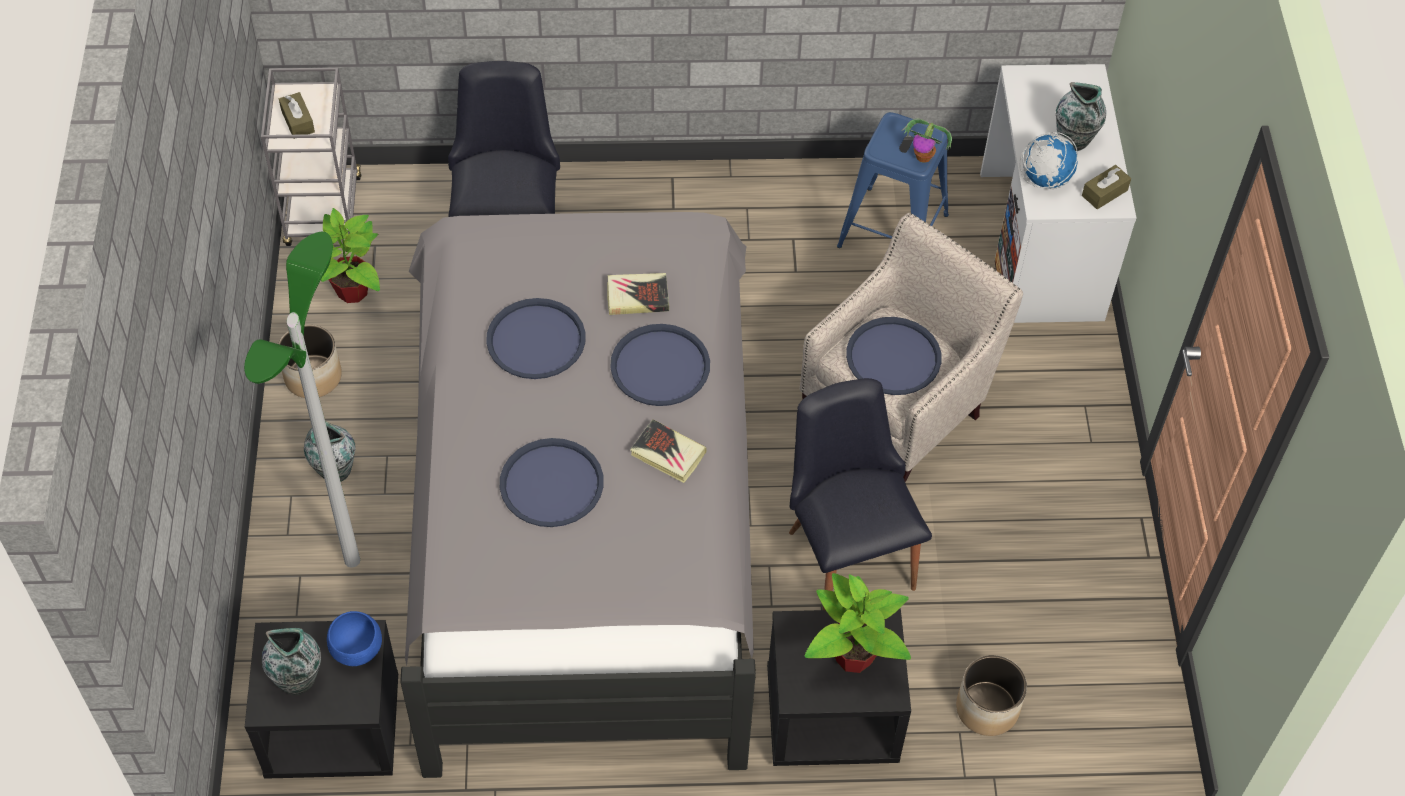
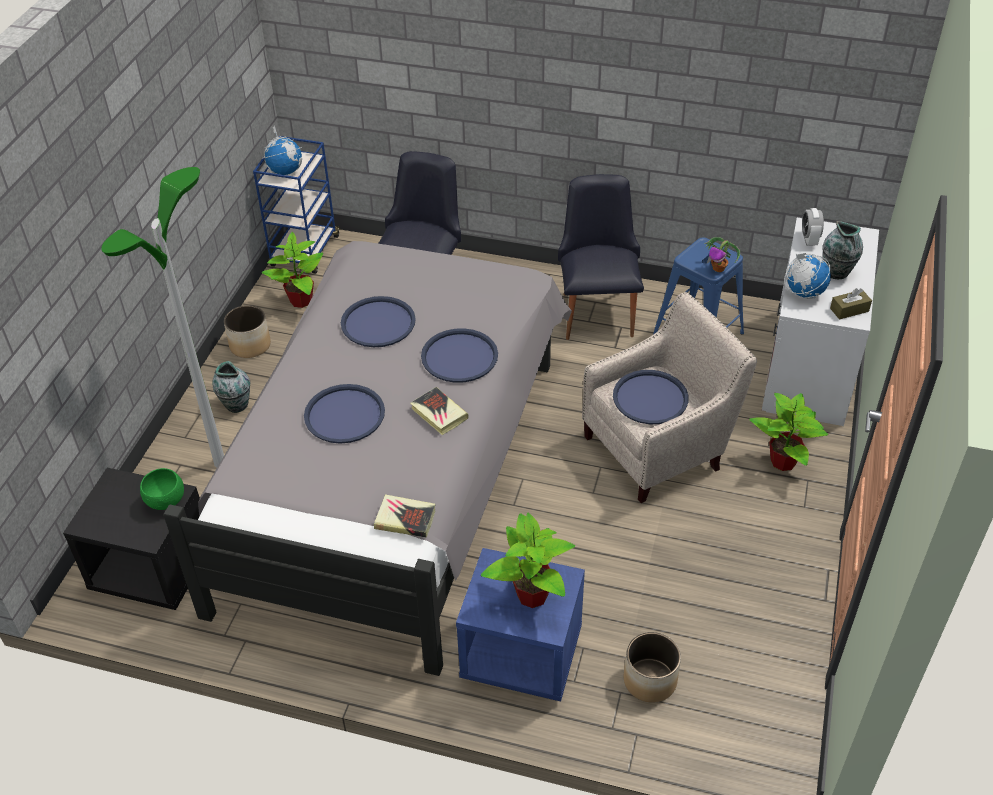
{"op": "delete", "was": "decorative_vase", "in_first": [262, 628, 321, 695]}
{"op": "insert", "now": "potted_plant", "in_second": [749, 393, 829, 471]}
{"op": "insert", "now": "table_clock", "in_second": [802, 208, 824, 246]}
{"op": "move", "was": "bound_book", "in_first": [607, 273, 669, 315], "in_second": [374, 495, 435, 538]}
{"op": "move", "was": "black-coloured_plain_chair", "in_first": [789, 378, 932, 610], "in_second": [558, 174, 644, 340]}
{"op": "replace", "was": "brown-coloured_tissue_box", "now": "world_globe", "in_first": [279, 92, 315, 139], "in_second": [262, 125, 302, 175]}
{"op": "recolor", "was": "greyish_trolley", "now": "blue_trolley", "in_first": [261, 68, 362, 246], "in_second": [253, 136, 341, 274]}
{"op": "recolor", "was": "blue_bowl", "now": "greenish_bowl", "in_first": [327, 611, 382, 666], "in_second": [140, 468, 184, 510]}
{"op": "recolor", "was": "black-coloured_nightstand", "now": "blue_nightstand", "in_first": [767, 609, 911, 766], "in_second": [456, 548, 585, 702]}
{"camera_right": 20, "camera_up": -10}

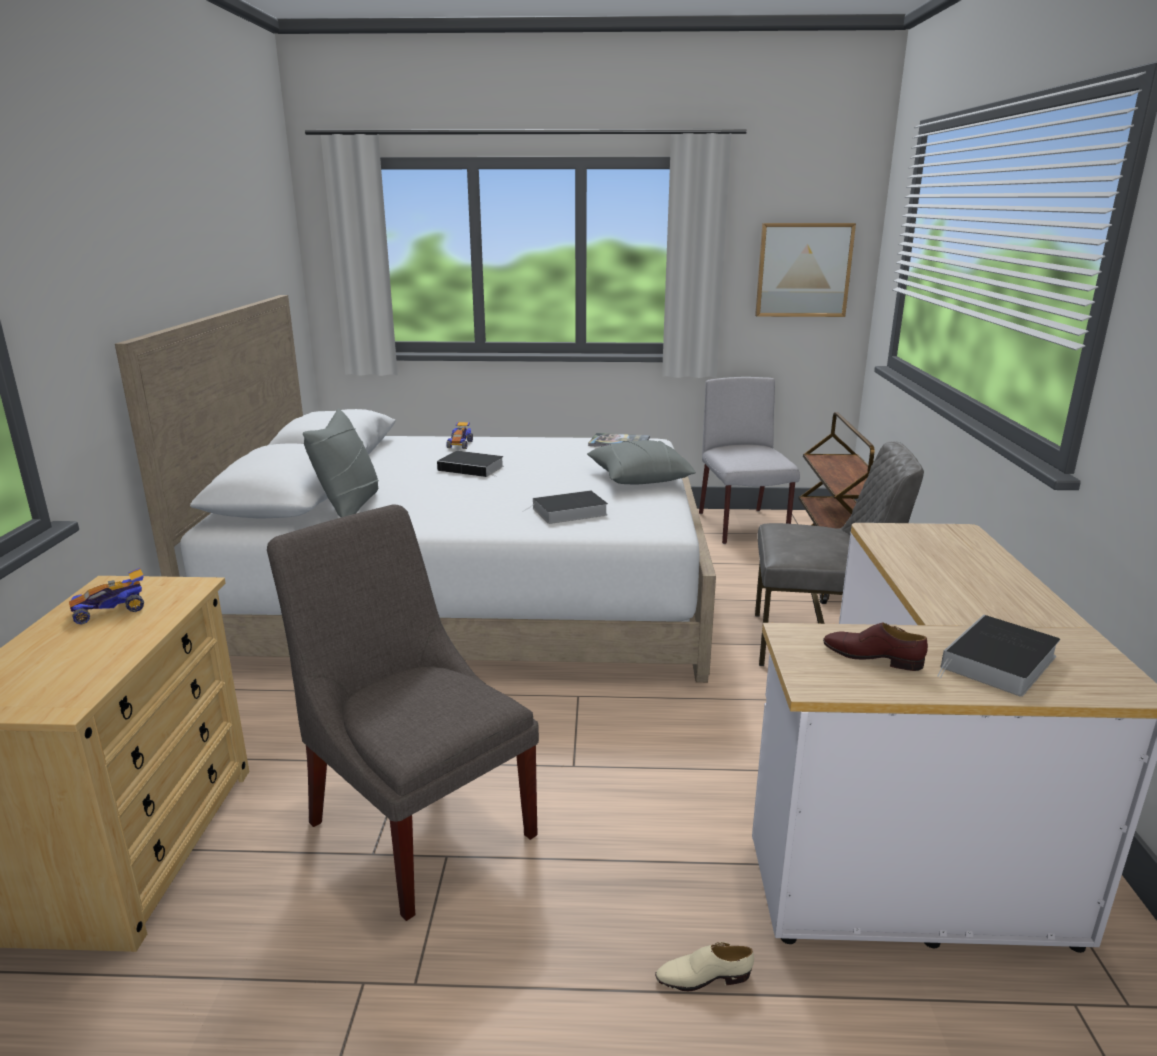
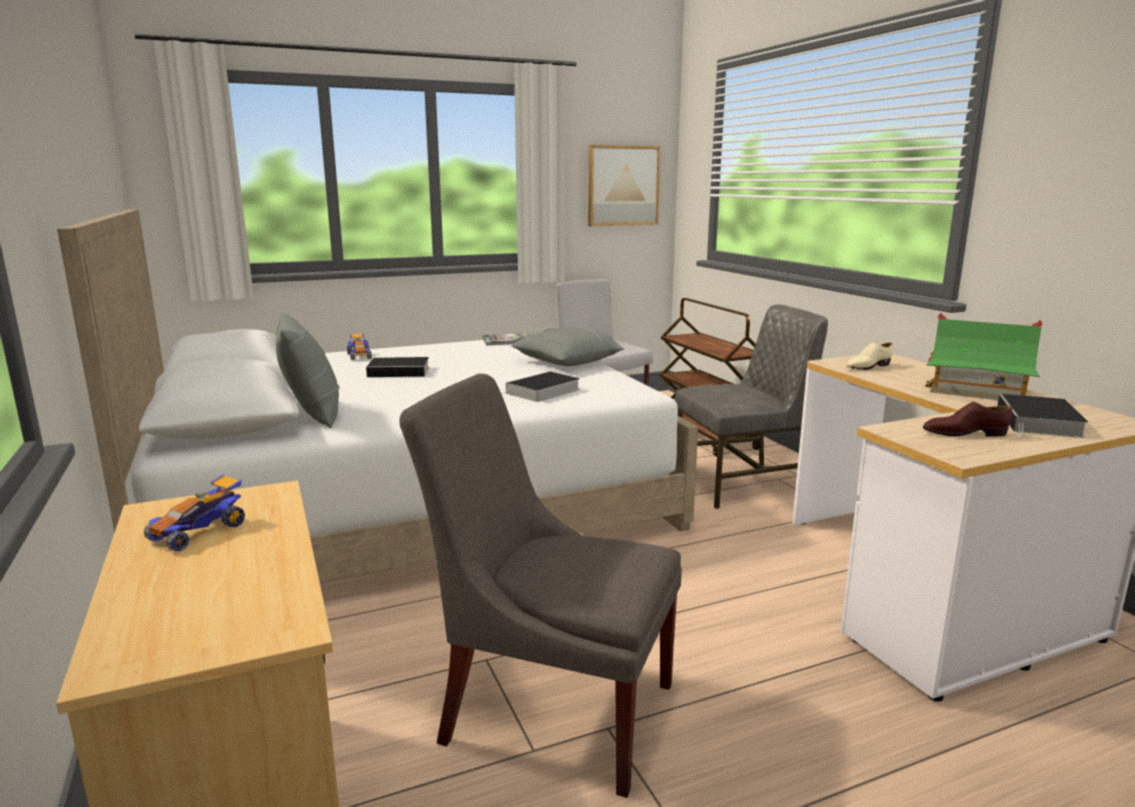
{"op": "insert", "now": "miniature_house", "in_second": [925, 312, 1042, 400]}
{"op": "move", "was": "beige_low_shoe", "in_first": [655, 942, 754, 991], "in_second": [846, 342, 893, 370]}
{"camera_right": -25, "camera_up": -5}

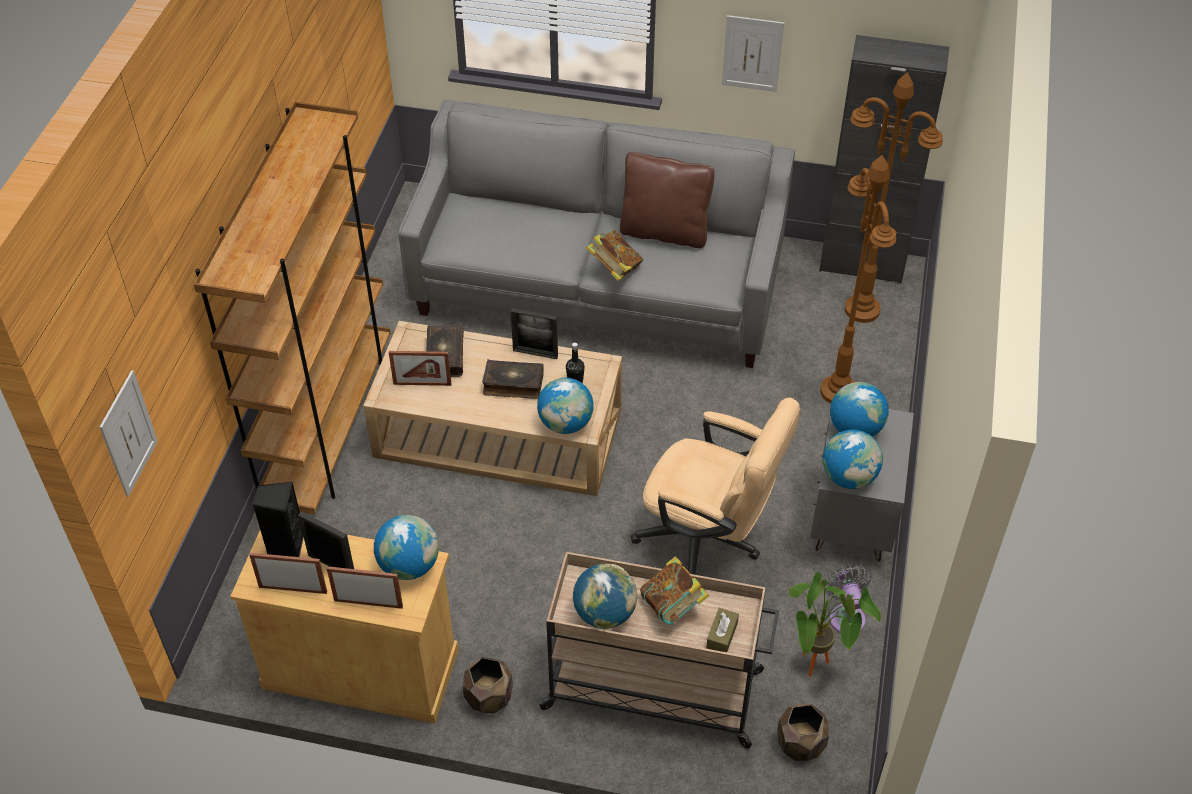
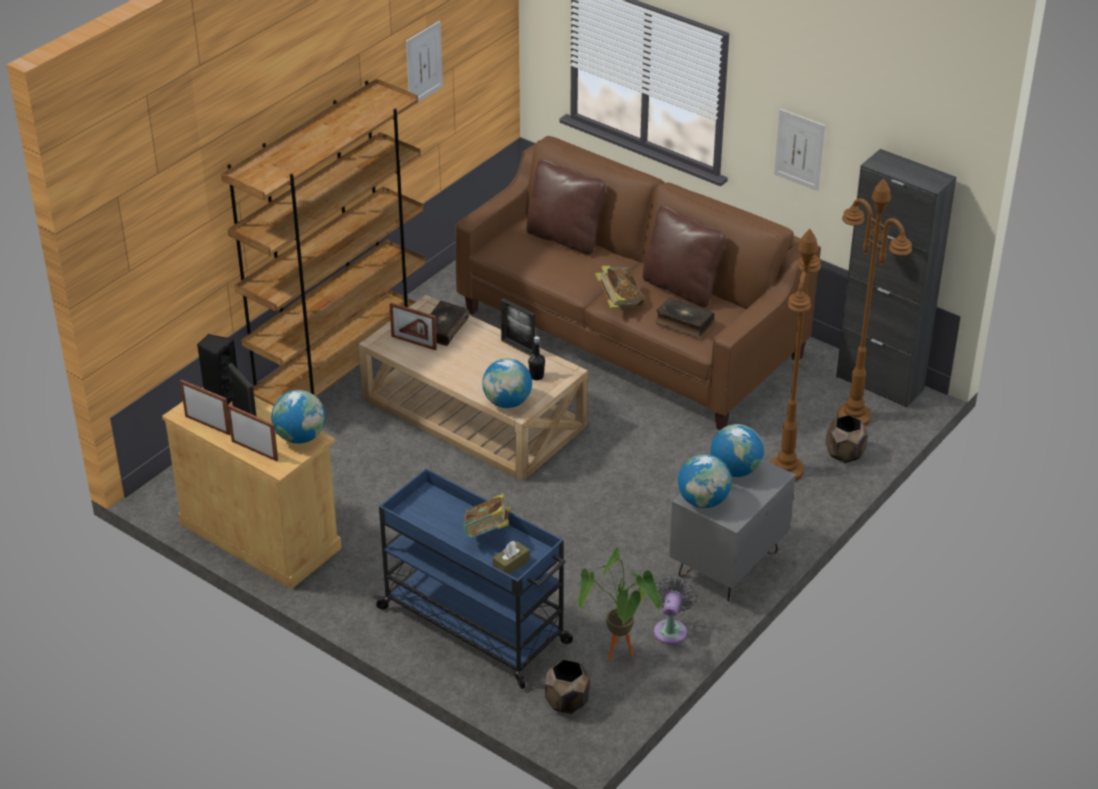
{"op": "delete", "was": "world_globe", "in_first": [573, 564, 637, 629]}
{"op": "delete", "was": "beige_computer_chair", "in_first": [631, 398, 800, 575]}
{"op": "insert", "now": "brown-coloured_pillow", "in_second": [526, 159, 606, 255]}
{"op": "move", "was": "wall_art", "in_first": [100, 370, 158, 497], "in_second": [406, 21, 443, 102]}
{"op": "move", "was": "brown-coloured_flower_pot", "in_first": [463, 657, 513, 714], "in_second": [826, 415, 868, 463]}
{"op": "move", "was": "bound_book", "in_first": [482, 359, 544, 399], "in_second": [655, 298, 714, 338]}
{"op": "recolor", "was": "greyish_sofa", "now": "brown-coloured_sofa", "in_first": [399, 100, 795, 368], "in_second": [455, 136, 821, 430]}
{"op": "recolor", "was": "beige_trolley", "now": "blue_trolley", "in_first": [537, 552, 779, 749], "in_second": [374, 468, 573, 689]}
{"camera_right": 25, "camera_up": -10}

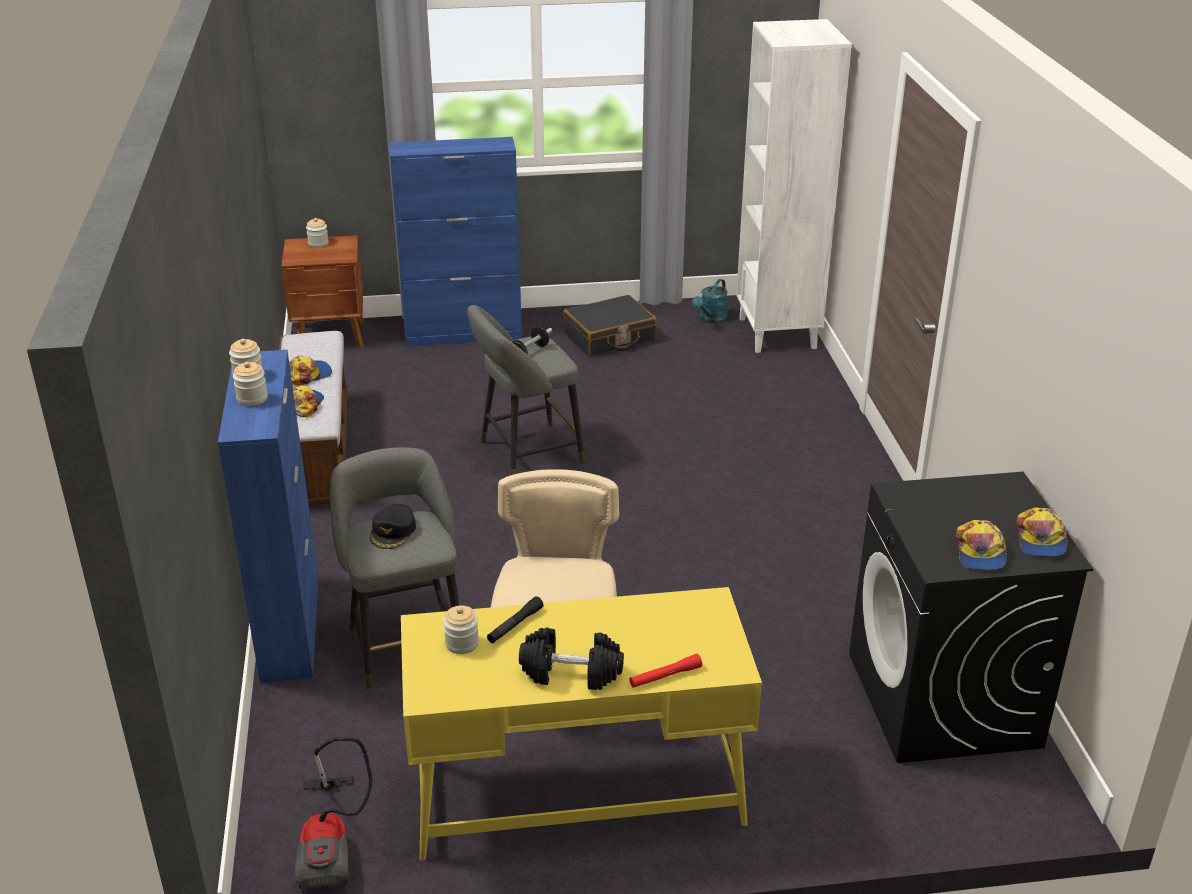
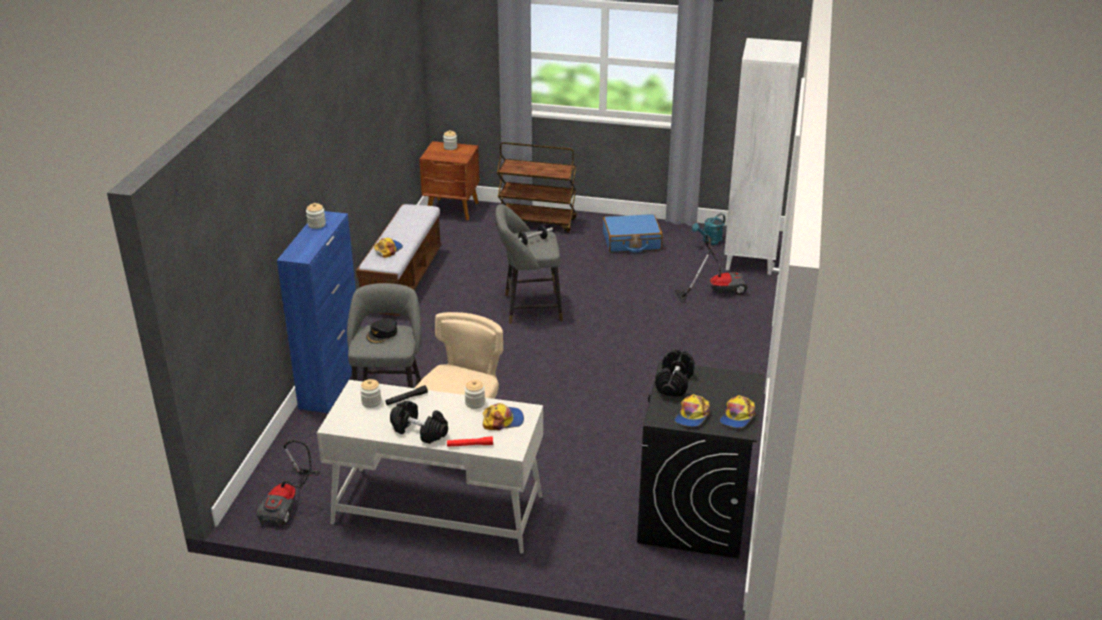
{"op": "insert", "now": "black-coloured_free_weight", "in_second": [655, 350, 695, 397]}
{"op": "insert", "now": "vacuum_cleaner", "in_second": [675, 235, 748, 303]}
{"op": "move", "was": "jar", "in_first": [233, 362, 268, 406], "in_second": [464, 380, 485, 409]}
{"op": "move", "was": "baseball_cap", "in_first": [289, 356, 332, 386], "in_second": [483, 403, 524, 430]}
{"op": "replace", "was": "blue_cabinet", "now": "brown-coloured_trolley", "in_first": [390, 137, 522, 346], "in_second": [496, 142, 577, 234]}
{"op": "recolor", "was": "yellow-coloured_desk_table", "now": "white_desk_table", "in_first": [401, 587, 762, 861], "in_second": [317, 380, 543, 554]}
{"op": "recolor", "was": "black-coloured_travel_case", "now": "blue_travel_case", "in_first": [563, 295, 657, 356], "in_second": [603, 214, 663, 253]}
{"camera_right": 20, "camera_up": 0}

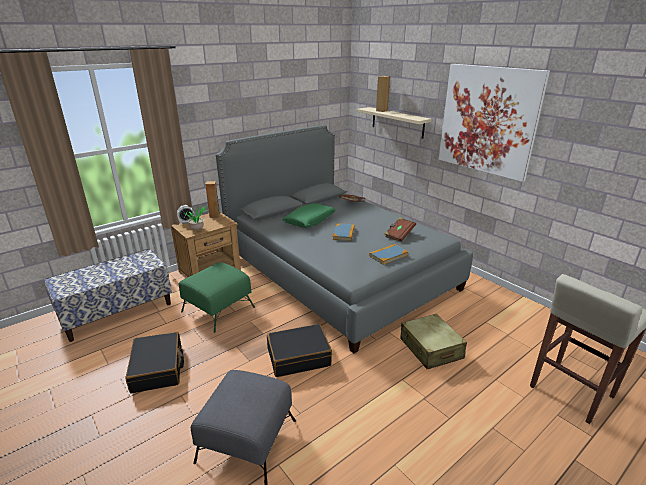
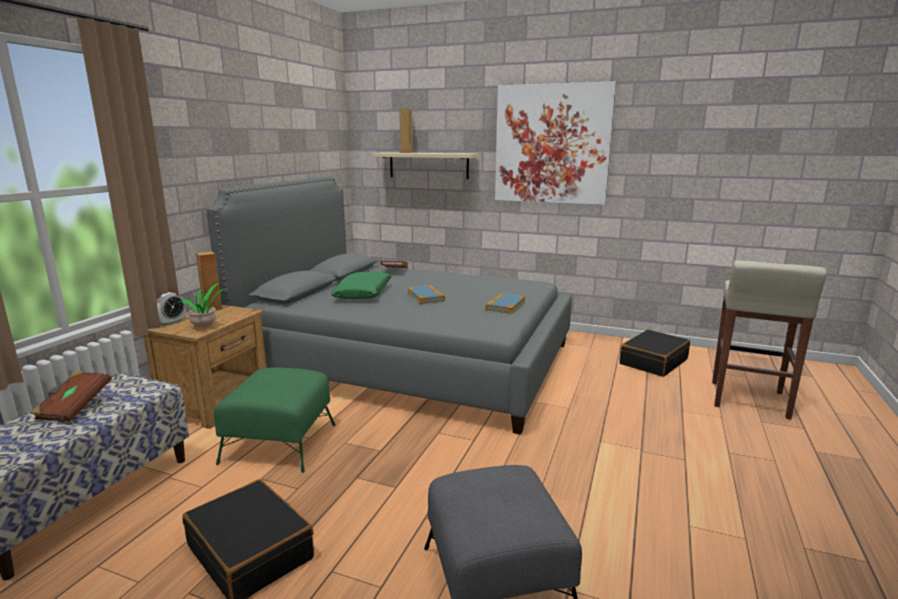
{"op": "delete", "was": "beige_travel_case", "in_first": [400, 314, 467, 369]}
{"op": "move", "was": "black-coloured_travel_case", "in_first": [267, 324, 332, 377], "in_second": [619, 330, 690, 377]}
{"op": "move", "was": "brown-coloured_bound_book", "in_first": [385, 217, 416, 242], "in_second": [30, 371, 112, 422]}
{"camera_right": -30, "camera_up": -10}

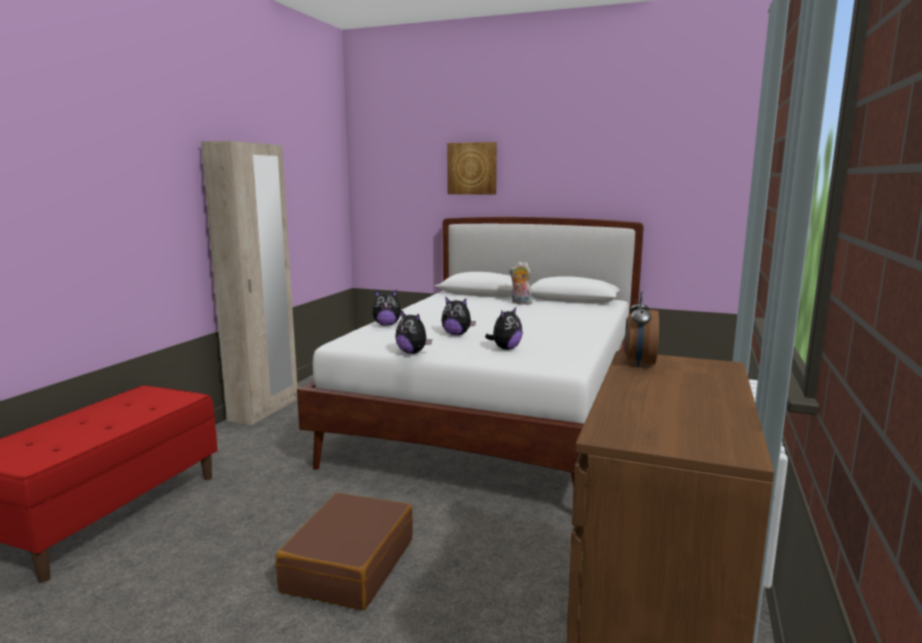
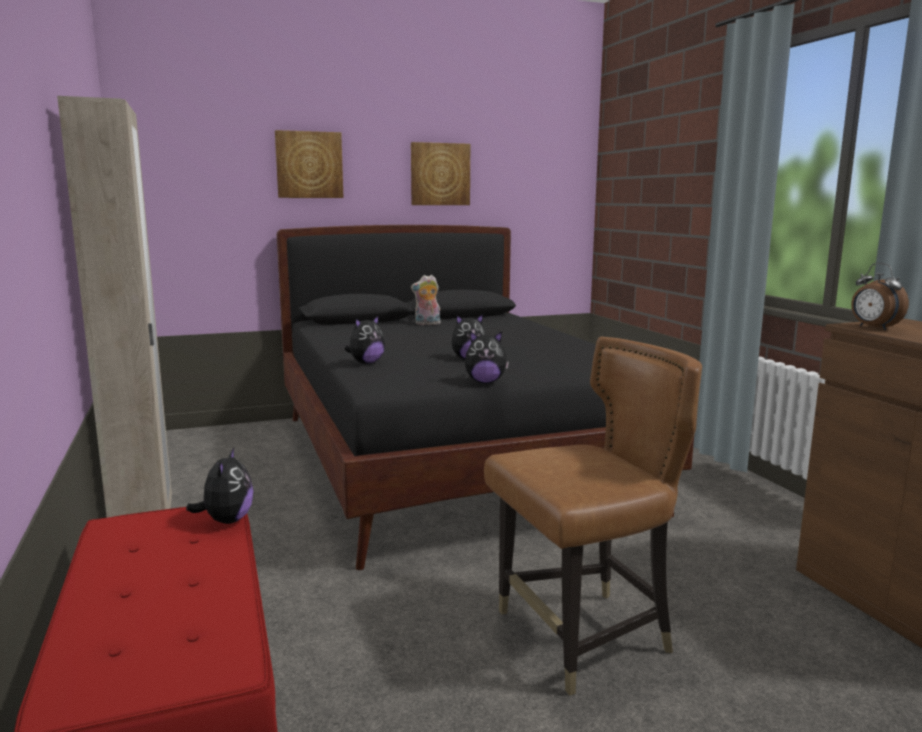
{"op": "insert", "now": "wall_art", "in_second": [411, 142, 470, 205]}
{"op": "move", "was": "cuddly_toy", "in_first": [485, 307, 523, 350], "in_second": [186, 448, 254, 524]}
{"op": "replace", "was": "brown-coloured_travel_case", "now": "brown-coloured_plain_chair", "in_first": [276, 493, 413, 610], "in_second": [484, 337, 702, 696]}
{"op": "recolor", "was": "white_bedroom_bed", "now": "black-coloured_bedroom_bed", "in_first": [297, 217, 644, 489], "in_second": [277, 225, 694, 570]}
{"camera_right": -40, "camera_up": 0}

